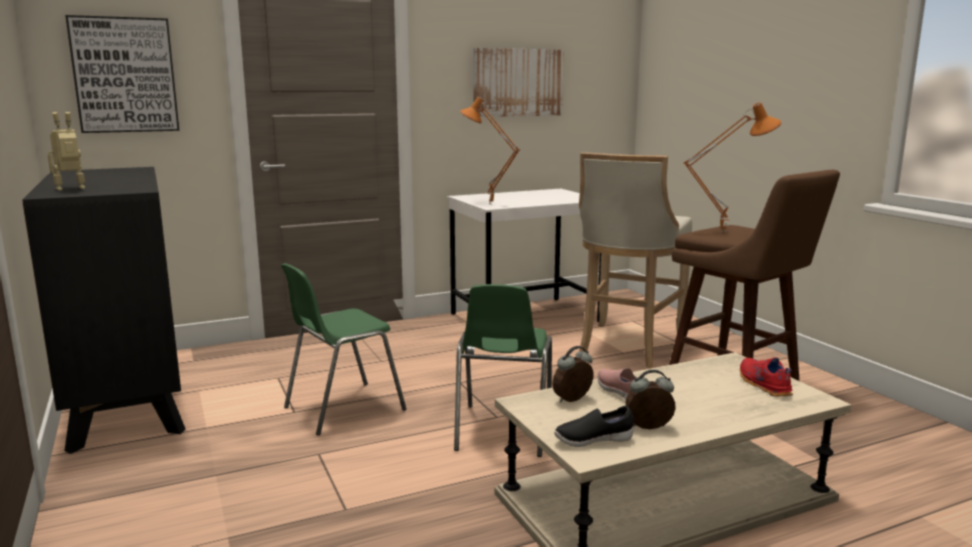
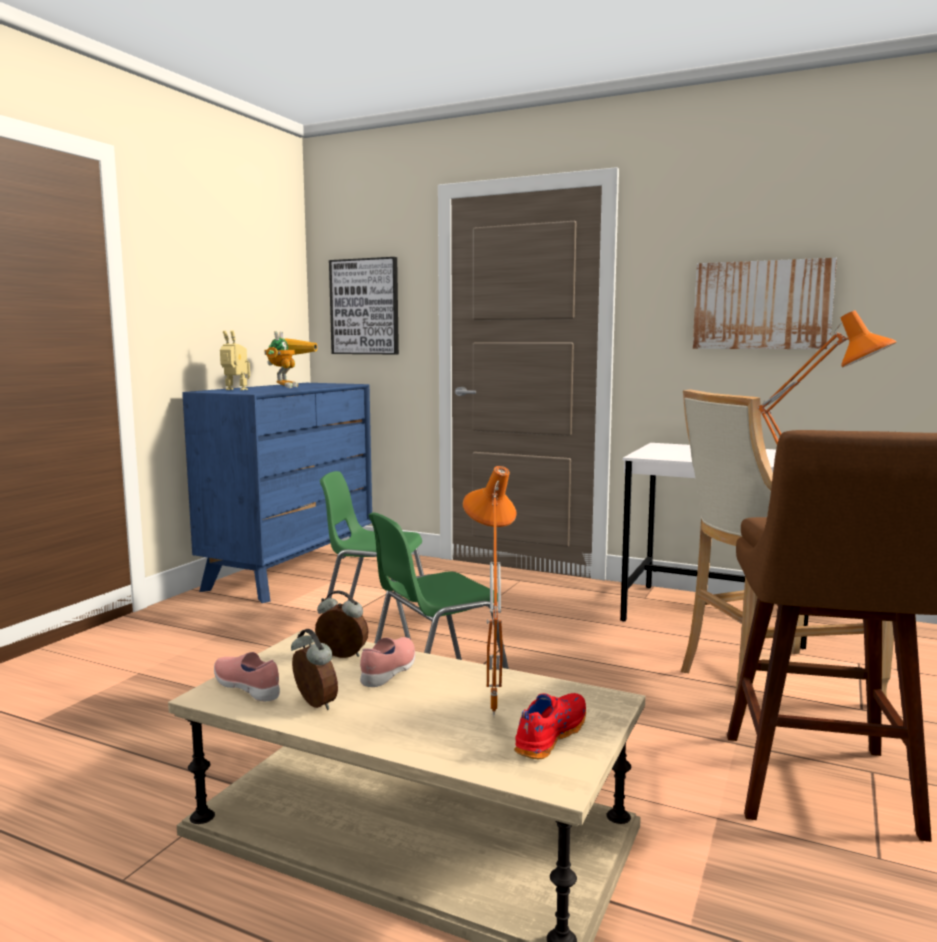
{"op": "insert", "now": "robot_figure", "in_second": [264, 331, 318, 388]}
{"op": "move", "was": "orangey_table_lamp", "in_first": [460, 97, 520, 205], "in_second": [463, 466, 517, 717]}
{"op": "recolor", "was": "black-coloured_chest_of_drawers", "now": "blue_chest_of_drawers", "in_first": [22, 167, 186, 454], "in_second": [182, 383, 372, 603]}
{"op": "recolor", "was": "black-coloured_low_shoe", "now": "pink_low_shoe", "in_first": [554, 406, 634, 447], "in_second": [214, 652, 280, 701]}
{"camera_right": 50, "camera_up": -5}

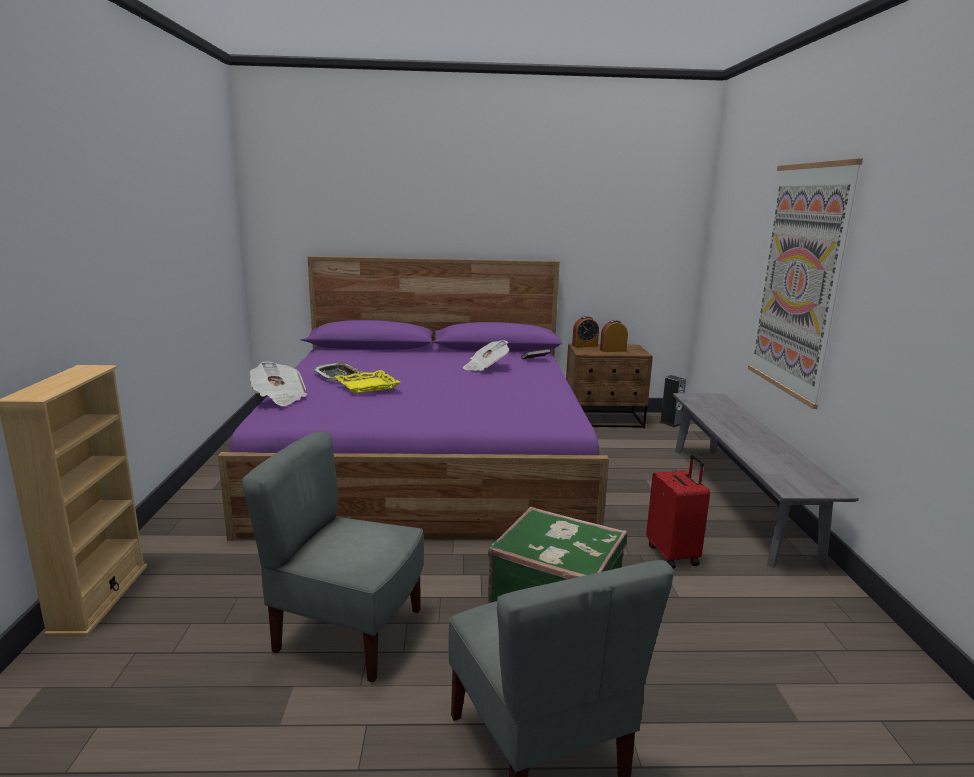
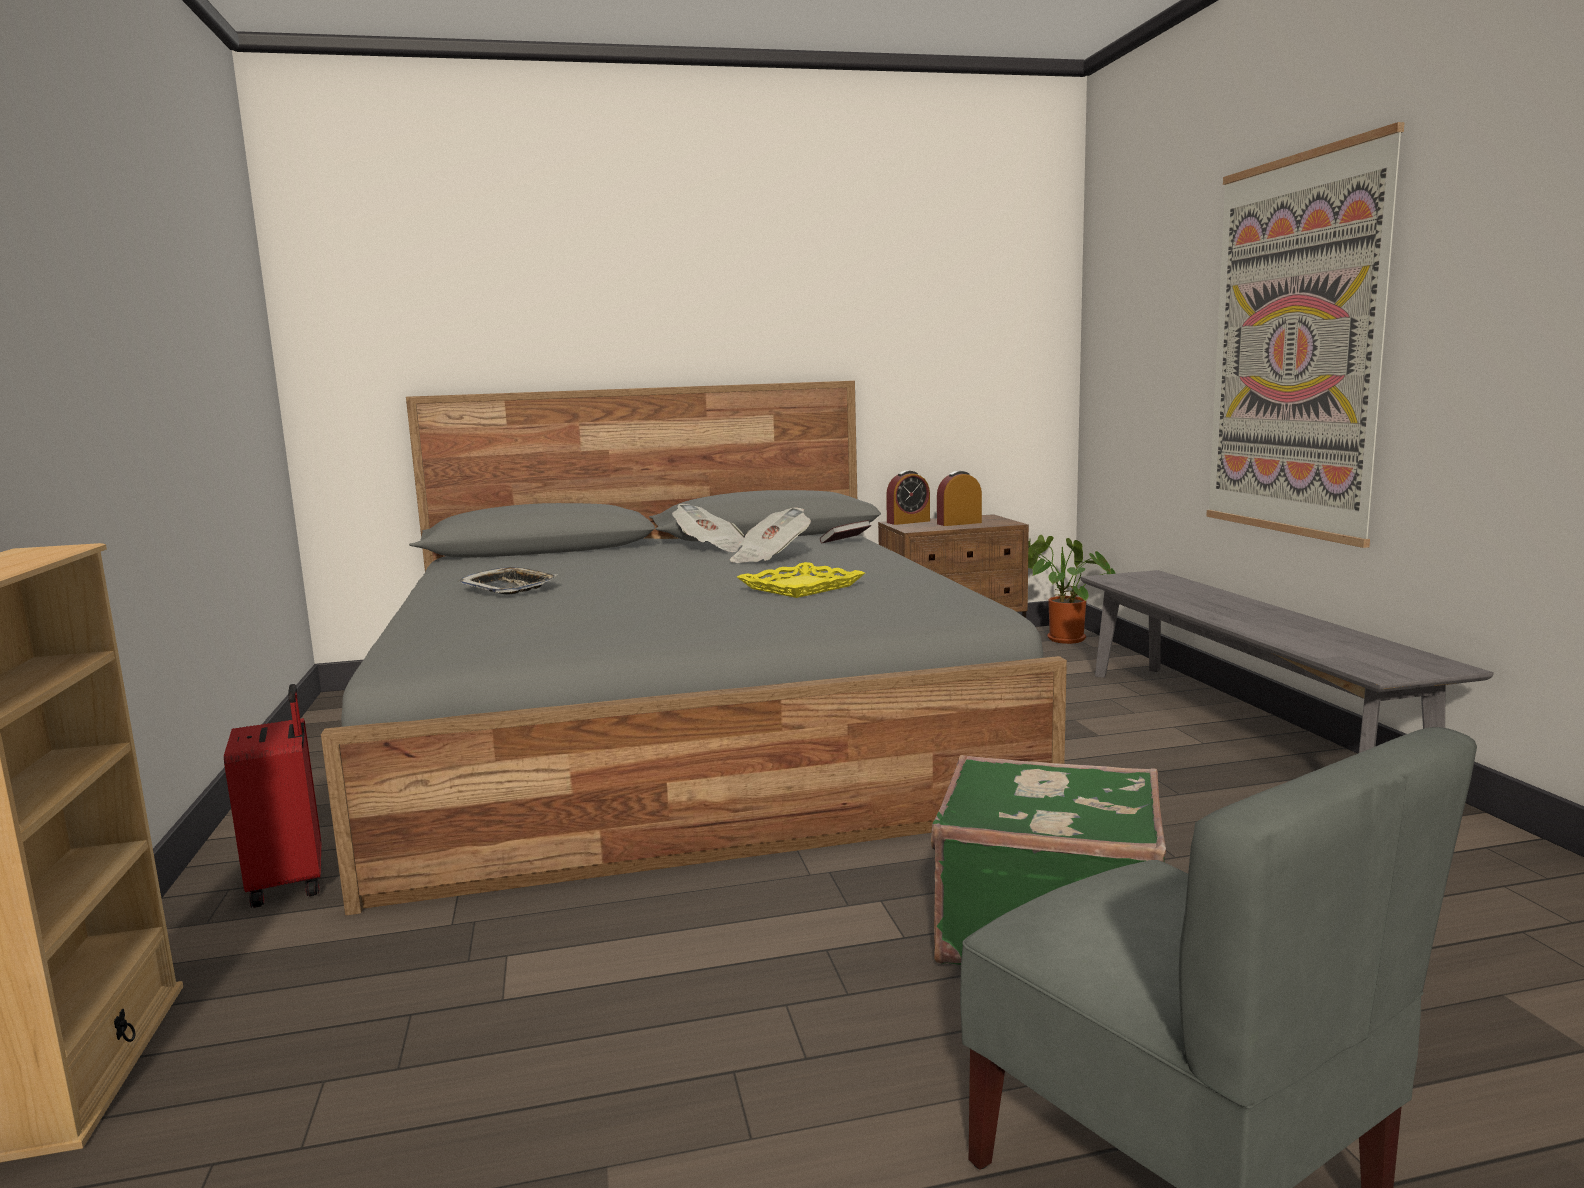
{"op": "delete", "was": "greyish_plain_chair", "in_first": [242, 431, 424, 682]}
{"op": "move", "was": "newspaper", "in_first": [250, 361, 307, 406], "in_second": [672, 504, 744, 552]}
{"op": "move", "was": "yellow-coloured_carrying_tray", "in_first": [334, 370, 401, 394], "in_second": [737, 562, 865, 598]}
{"op": "move", "was": "reddish_travel_case", "in_first": [646, 455, 710, 569], "in_second": [224, 684, 321, 908]}
{"op": "replace", "was": "audio_speaker", "now": "potted_plant", "in_first": [659, 375, 686, 427], "in_second": [1028, 535, 1116, 644]}
{"op": "recolor", "was": "purplish_bedroom_bed", "now": "greyish_bedroom_bed", "in_first": [218, 256, 609, 541], "in_second": [321, 381, 1067, 915]}
{"camera_right": -10, "camera_up": -5}

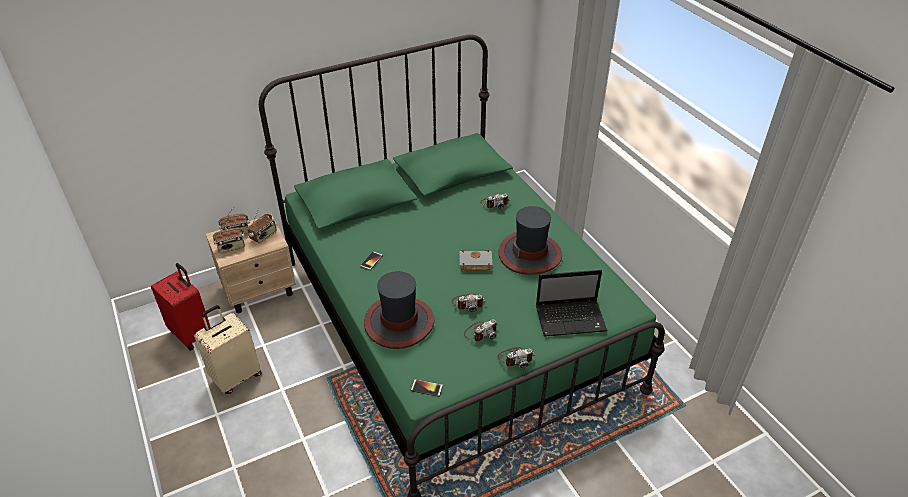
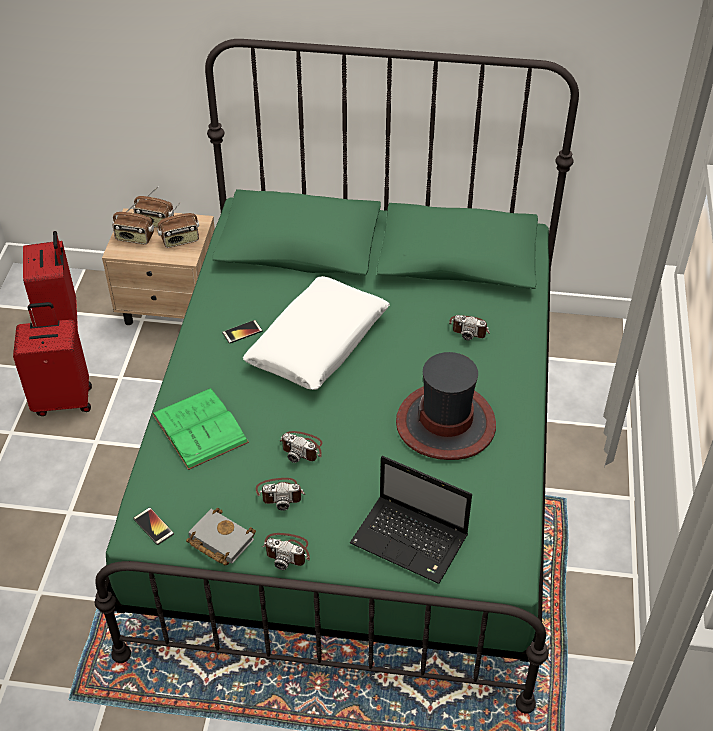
{"op": "insert", "now": "white_pillow", "in_second": [243, 276, 390, 390]}
{"op": "move", "was": "greyish_bound_book", "in_first": [459, 250, 493, 271], "in_second": [186, 508, 256, 565]}
{"op": "replace", "was": "wearable_hat", "now": "greenish_bound_book", "in_first": [364, 271, 435, 349], "in_second": [152, 388, 249, 470]}
{"op": "recolor", "was": "beige_travel_case", "now": "reddish_travel_case", "in_first": [194, 305, 262, 394], "in_second": [13, 302, 92, 416]}
{"camera_right": 35, "camera_up": 5}

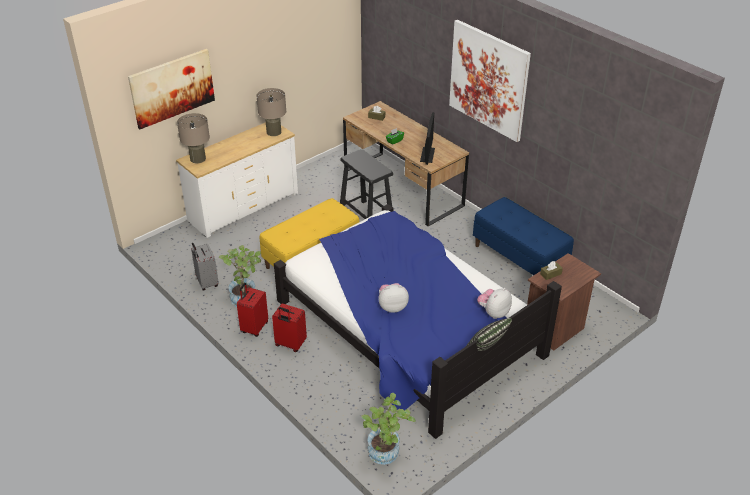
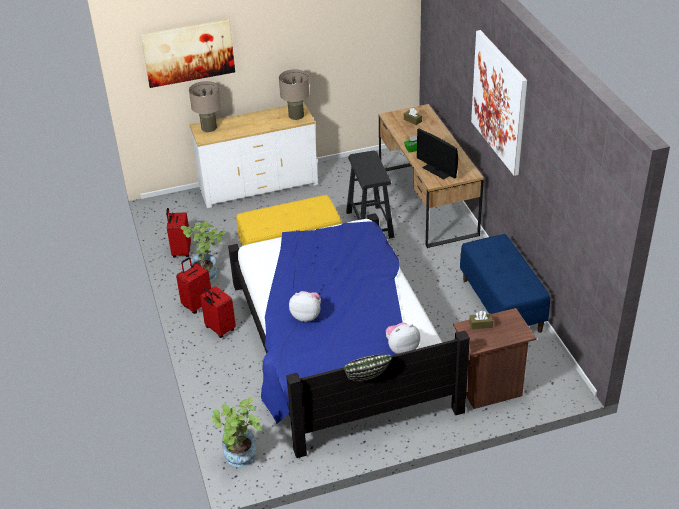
{"op": "recolor", "was": "greyish_travel_case", "now": "reddish_travel_case", "in_first": [191, 243, 219, 291], "in_second": [166, 208, 191, 258]}
{"op": "rotate", "was": "computer_display", "in_first": [420, 112, 435, 165], "in_second": [417, 128, 458, 179], "clockwise": 105}
{"camera_right": 25, "camera_up": 0}

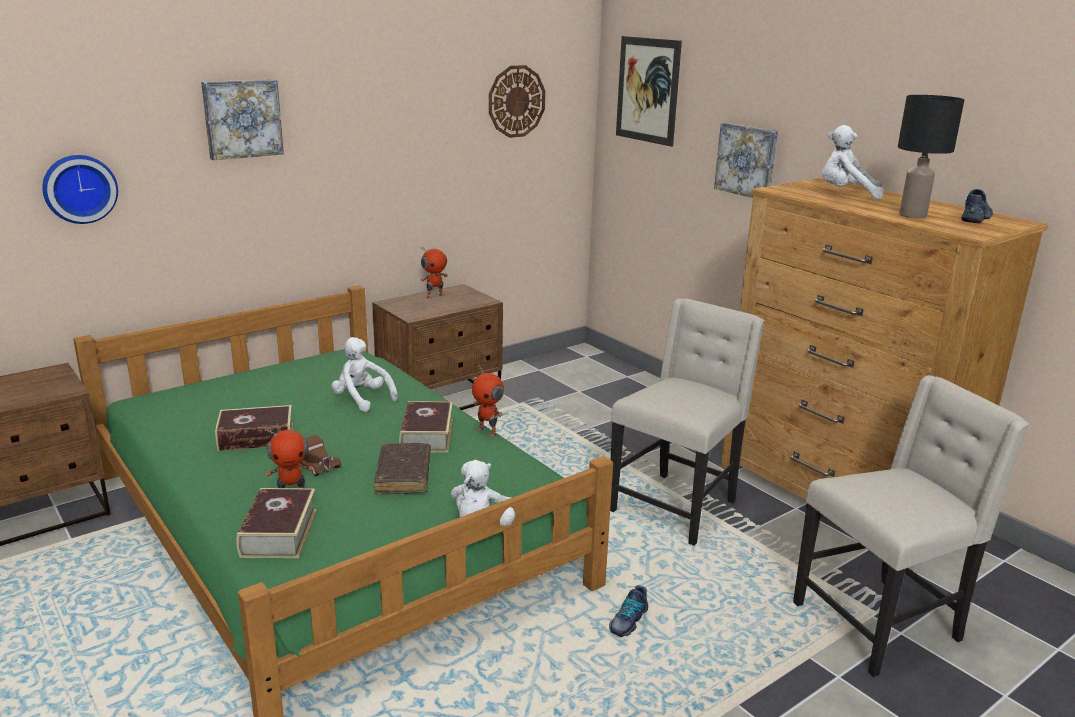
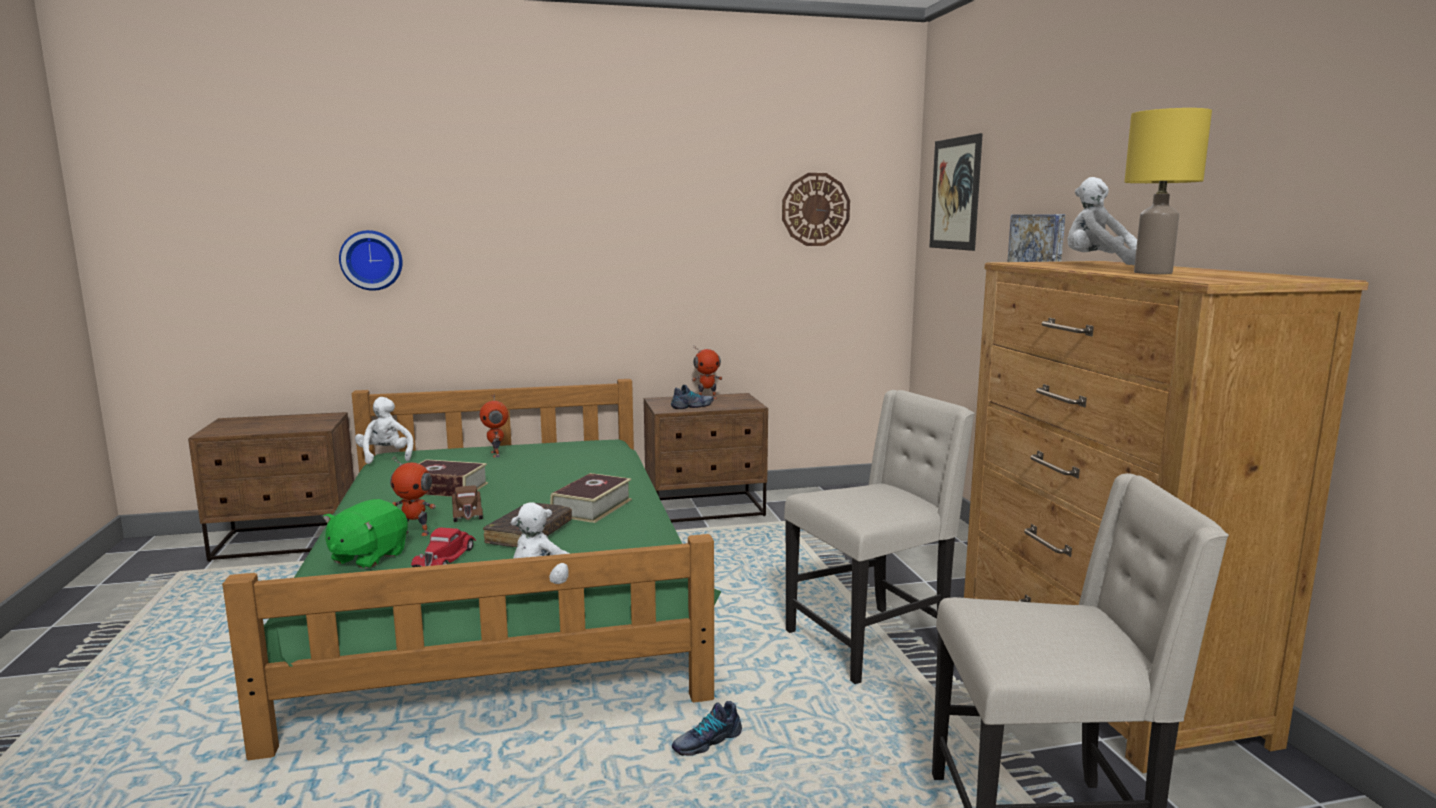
{"op": "delete", "was": "wall_art", "in_first": [201, 79, 284, 160]}
{"op": "insert", "now": "reddish_toy_car", "in_second": [411, 527, 476, 567]}
{"op": "move", "was": "white_cuddly_toy", "in_first": [331, 337, 398, 412], "in_second": [355, 397, 414, 464]}
{"op": "move", "was": "robot_figure", "in_first": [472, 364, 504, 437], "in_second": [480, 394, 508, 458]}
{"op": "move", "was": "low_shoe", "in_first": [961, 189, 993, 223], "in_second": [671, 385, 714, 409]}
{"op": "replace", "was": "bound_book", "now": "greenish_cuddly_toy", "in_first": [236, 488, 317, 558], "in_second": [323, 499, 408, 569]}
{"op": "recolor", "was": "black-coloured_table_lamp", "now": "yellow-coloured_table_lamp", "in_first": [898, 95, 965, 219], "in_second": [1124, 108, 1212, 274]}
{"camera_right": 25, "camera_up": -10}

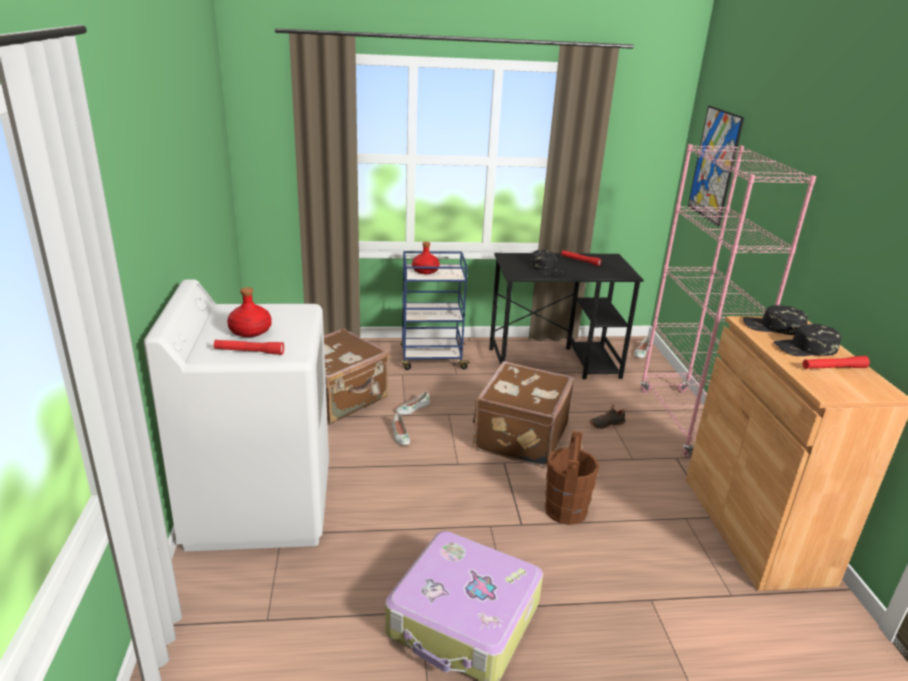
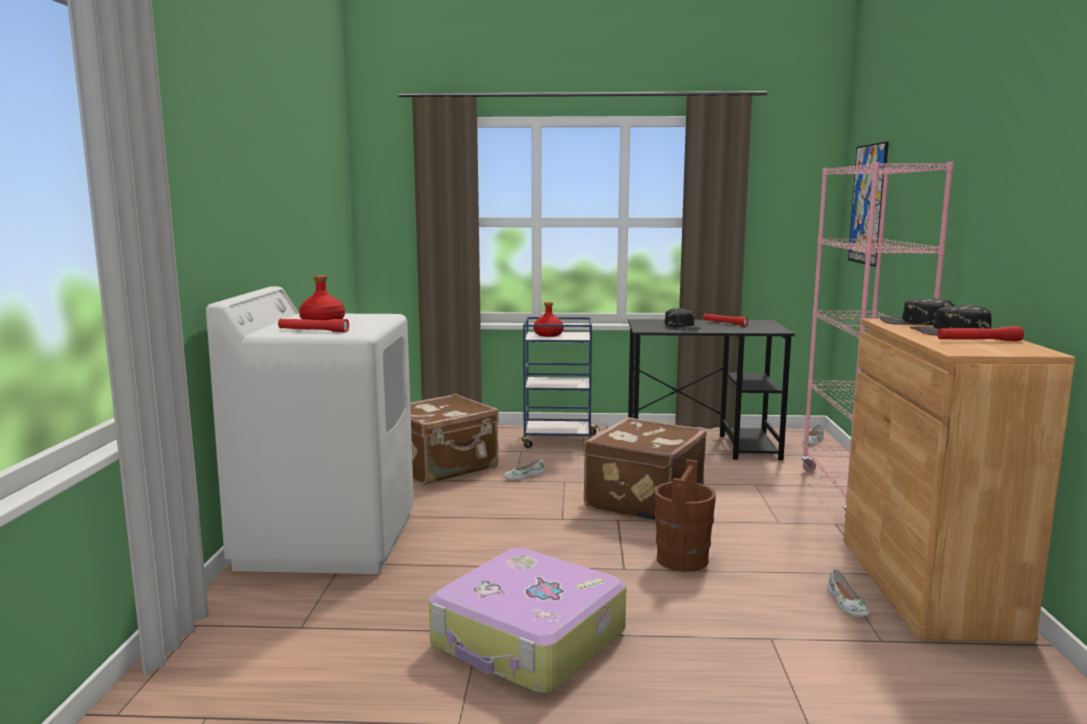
{"op": "delete", "was": "black-coloured_low_shoe", "in_first": [590, 404, 626, 429]}
{"op": "move", "was": "white_low_shoe", "in_first": [392, 413, 410, 446], "in_second": [827, 569, 870, 617]}
{"camera_right": 10, "camera_up": -15}

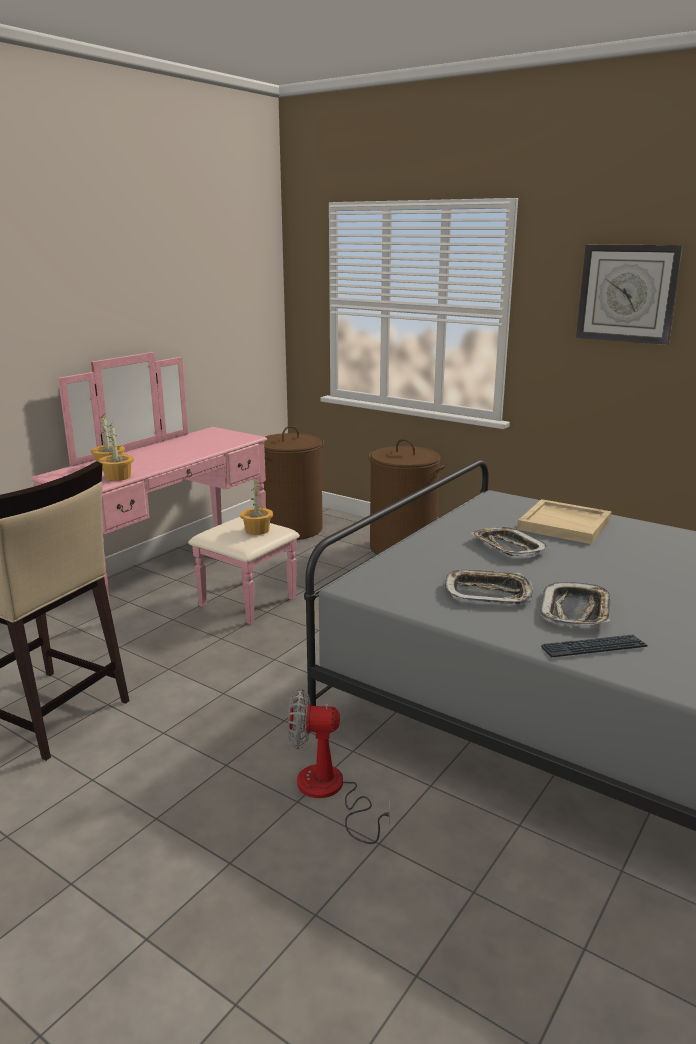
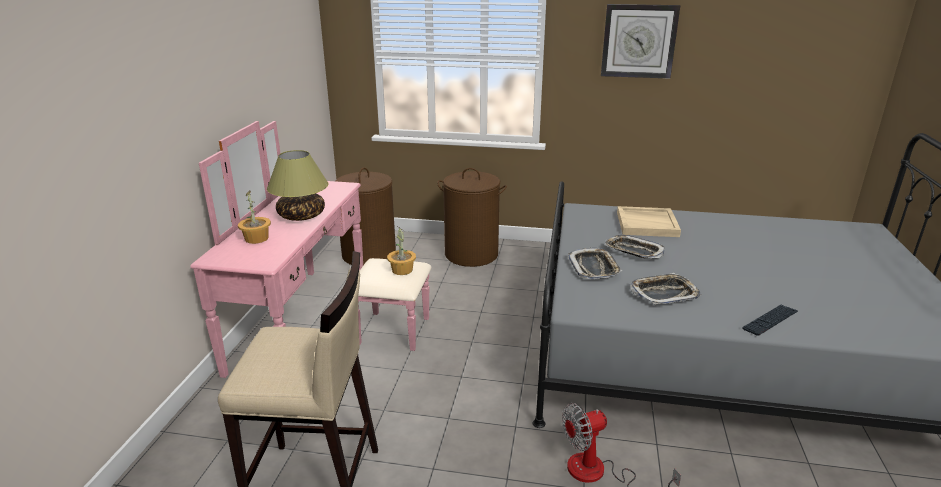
{"op": "delete", "was": "potted_plant", "in_first": [98, 423, 134, 481]}
{"op": "insert", "now": "table_lamp", "in_second": [267, 150, 328, 221]}
{"op": "move", "was": "carrying_tray", "in_first": [540, 582, 610, 626], "in_second": [568, 248, 622, 279]}
{"camera_right": -25, "camera_up": 5}

